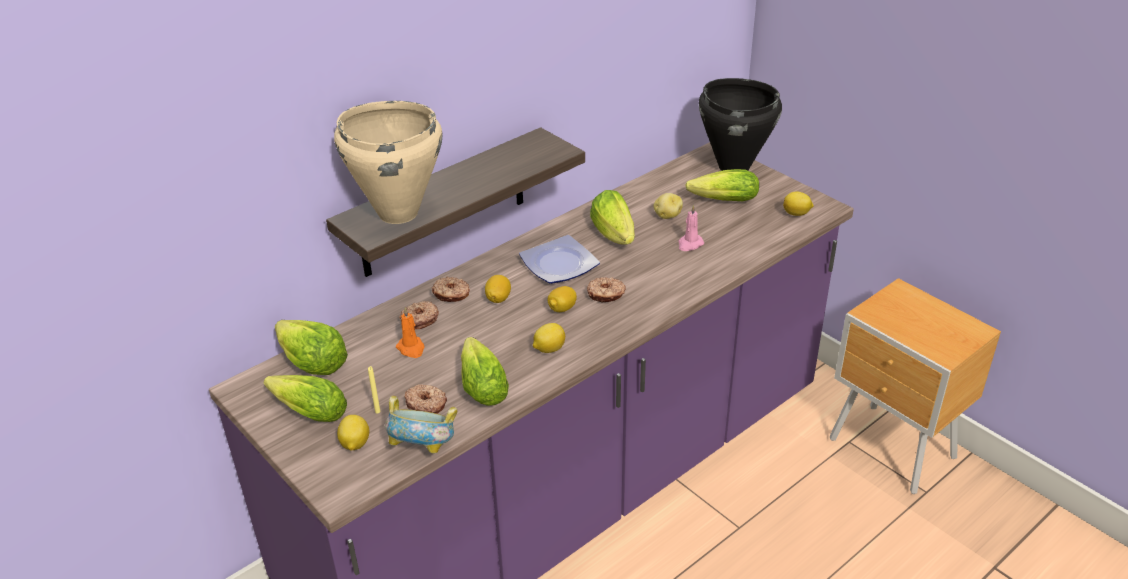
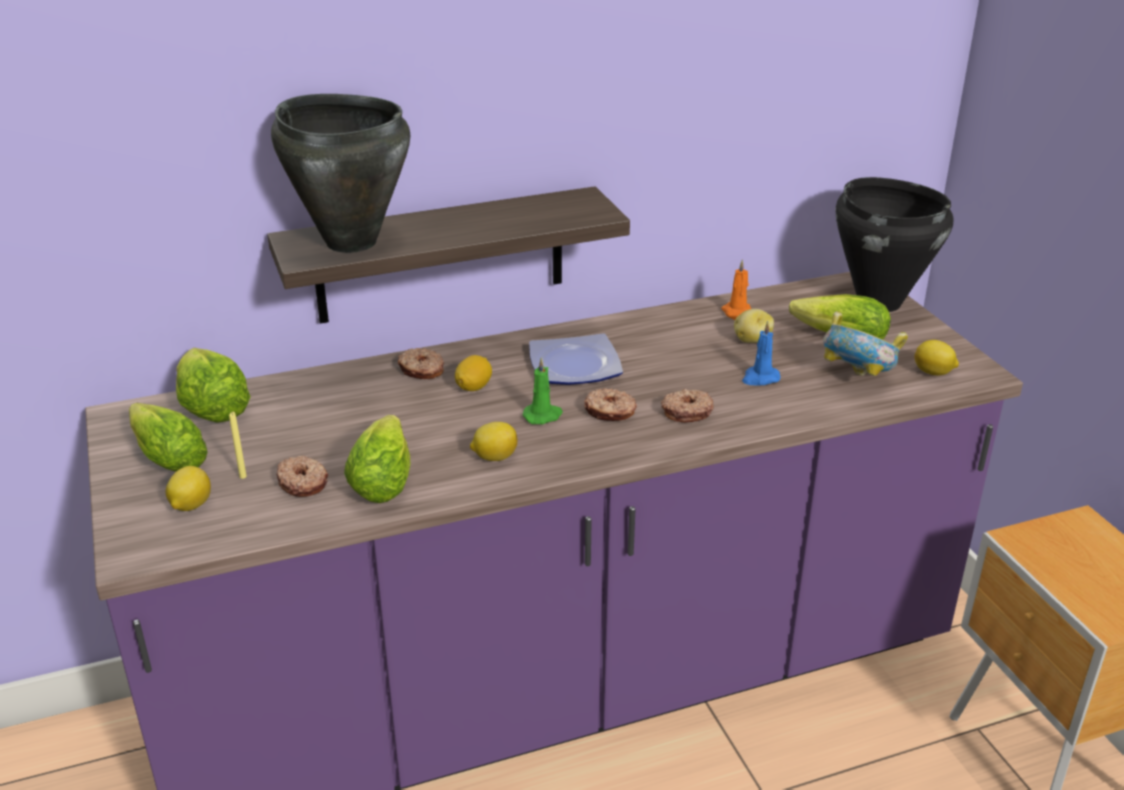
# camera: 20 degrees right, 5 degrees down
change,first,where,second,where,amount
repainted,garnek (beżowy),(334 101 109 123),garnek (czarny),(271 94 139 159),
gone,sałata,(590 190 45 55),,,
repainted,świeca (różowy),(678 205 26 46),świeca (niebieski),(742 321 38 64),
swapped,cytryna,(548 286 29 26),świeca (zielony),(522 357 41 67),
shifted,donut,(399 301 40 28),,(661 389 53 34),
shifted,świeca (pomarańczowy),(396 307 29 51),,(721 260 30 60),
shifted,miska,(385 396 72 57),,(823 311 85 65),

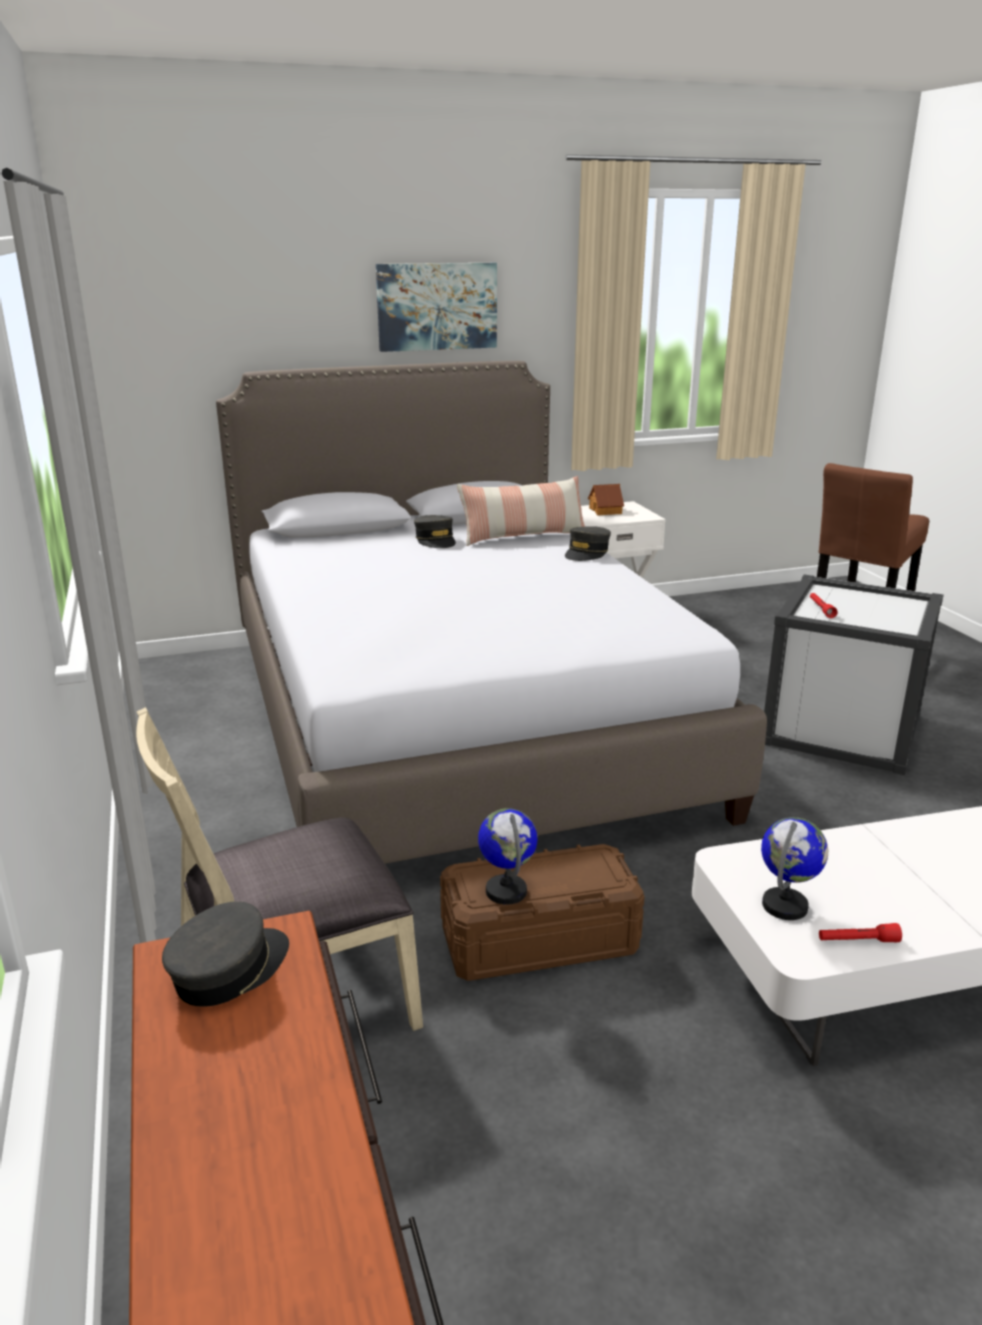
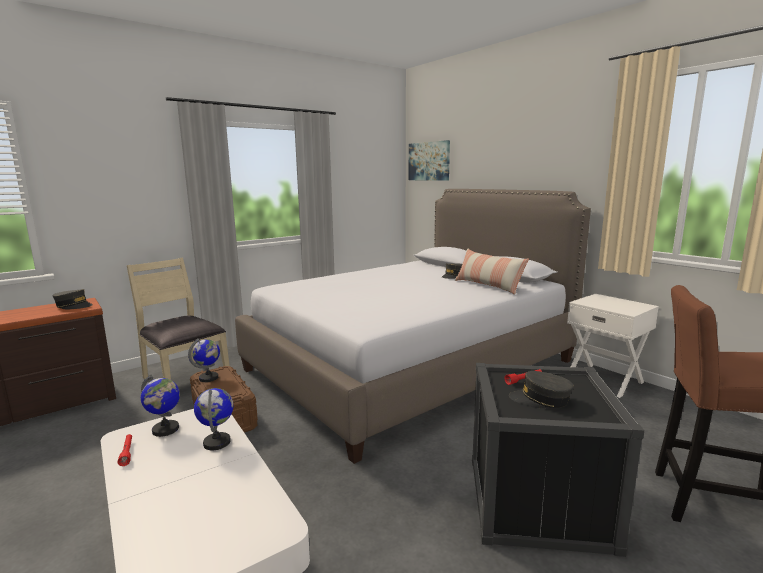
# camera: 70 degrees right, 10 degrees down
change,first,where,second,where,amount
shifted,obraz,(376 263 121 89),,(409 140 41 40),
gone,domek,(588 484 36 31),,,
shifted,czapka z daszkiem (szary),(565 526 46 35),,(509 371 65 37),
repainted,pojemnik do przechowywania (biały),(764 575 180 200),pojemnik do przechowywania (czarny),(472 363 172 194),
new,,,globus,(194 388 39 62),

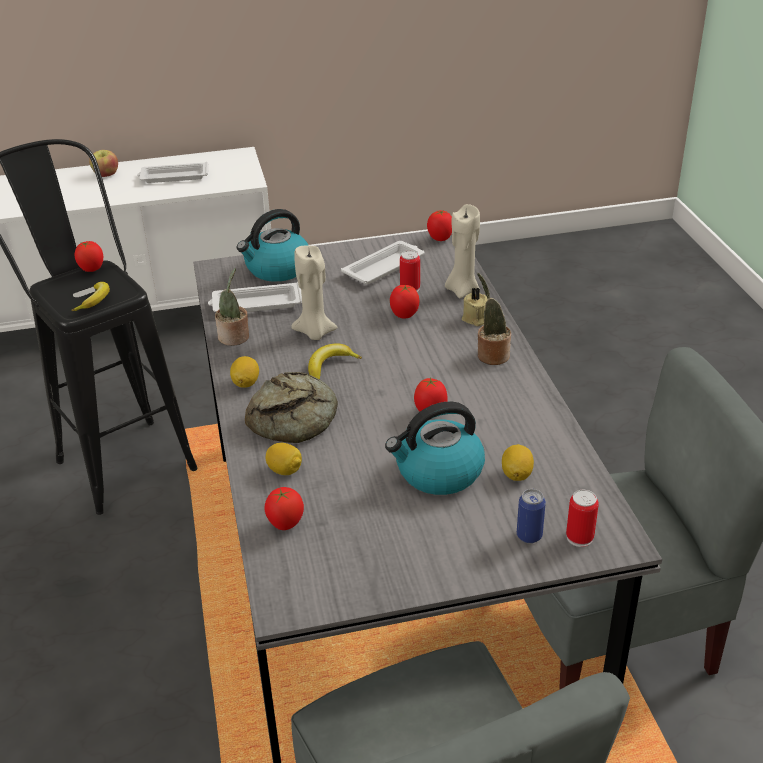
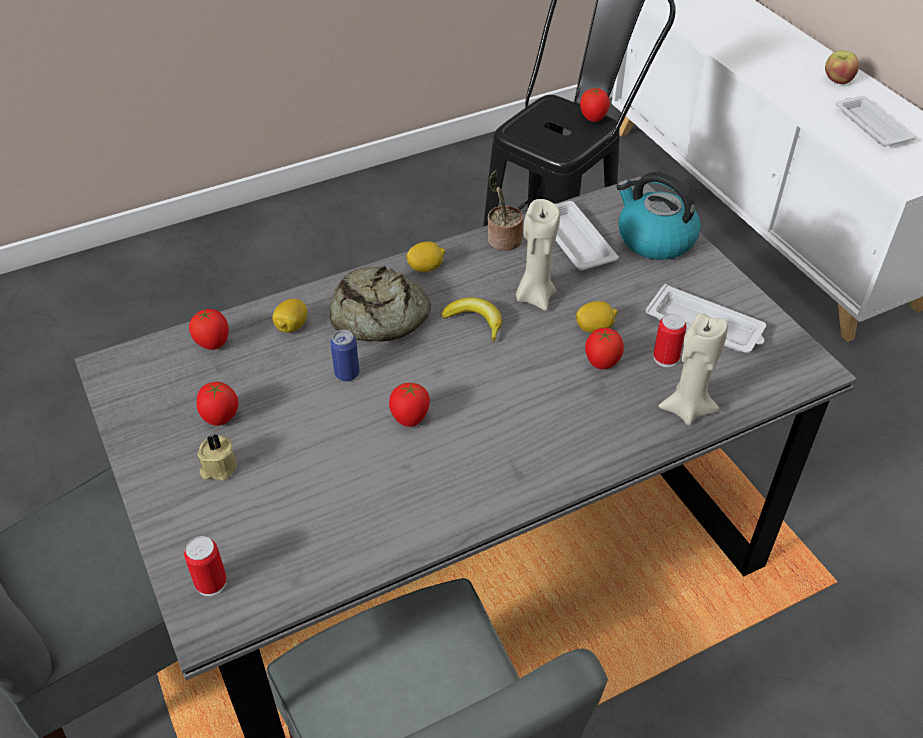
# camera: 75 degrees right, 10 degrees up
change,first,where,second,where,amount
shifted,pomidor,(427 210 25 31),,(197 382 41 44),
gone,roślina doniczkowa,(477 273 34 92),,,
gone,banan,(71 282 39 29),,,
shifted,świeca (beżowy),(462 287 26 39),,(197 434 40 47),
gone,czajnik,(385 402 100 93),,,
shifted,cytryna,(502 444 32 37),,(575 301 43 32),
shifted,puszka,(517 489 29 54),,(330 330 29 51),

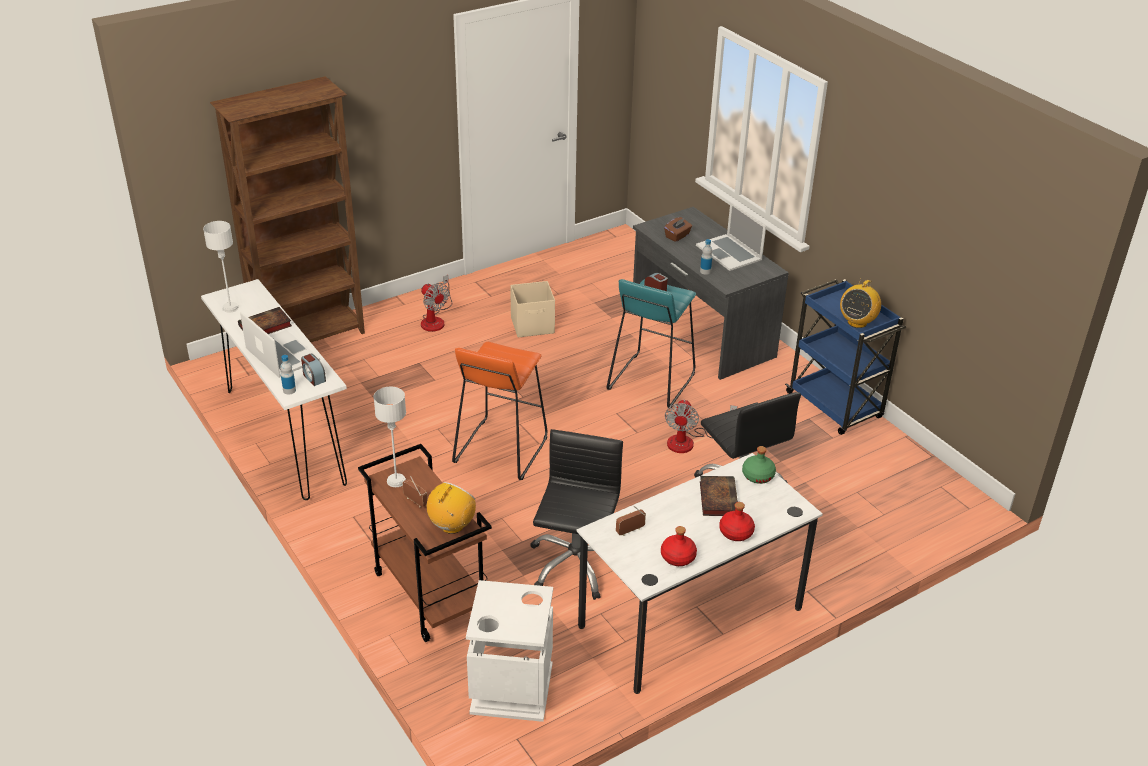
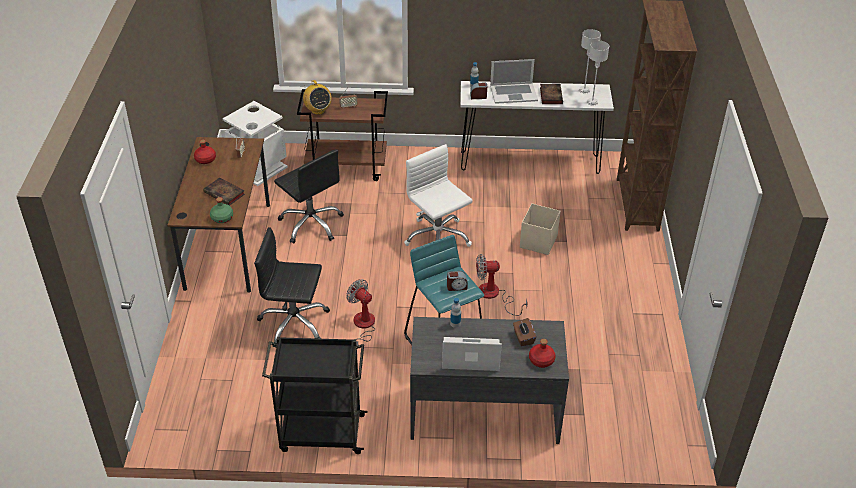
# camera: 125 degrees right, 5 degrees up
change,first,where,second,where,amount
shifted,wentylator,(421 275 31 57),,(476 254 52 62),
repainted,wózek (niebieski),(785 279 121 156),wózek (czarny),(262 337 106 117),
gone,radio,(840 279 41 49),,,
shifted,pojemnik do przechowywania (beżowy),(510 281 45 56),,(520 203 41 52),
swapped,stołek (pomarańczowy),(452 342 95 138),krzesło biurowe (biały),(404 144 69 103),
shifted,lampa stołowa (szary),(374 387 32 100),,(587 41 22 65),
repainted,biurko (biały),(577 453 246 241),biurko (brązowy),(167 137 103 156),
shifted,butelka (czerwony),(719 502 36 39),,(529 339 27 29),

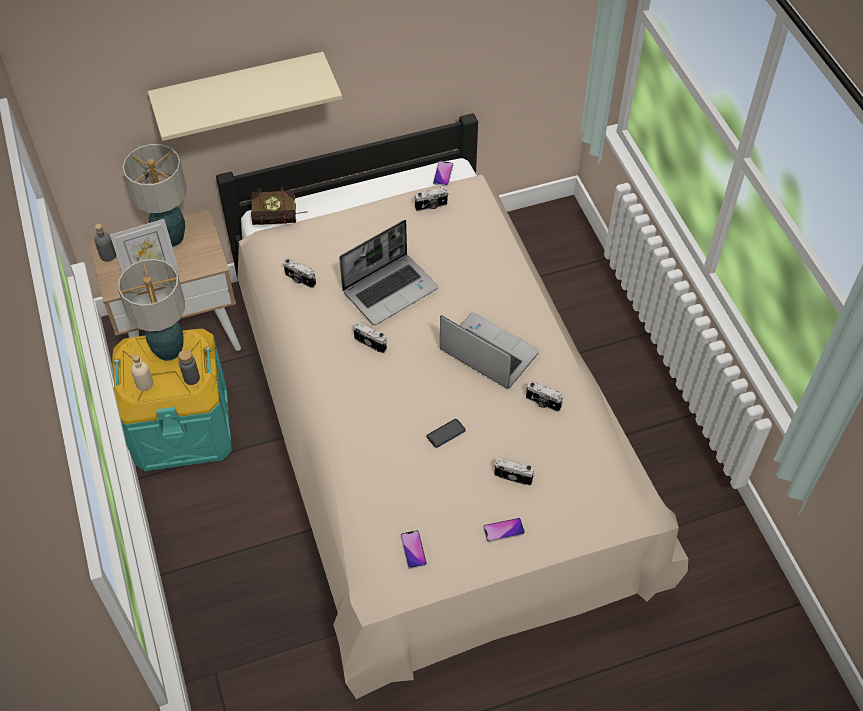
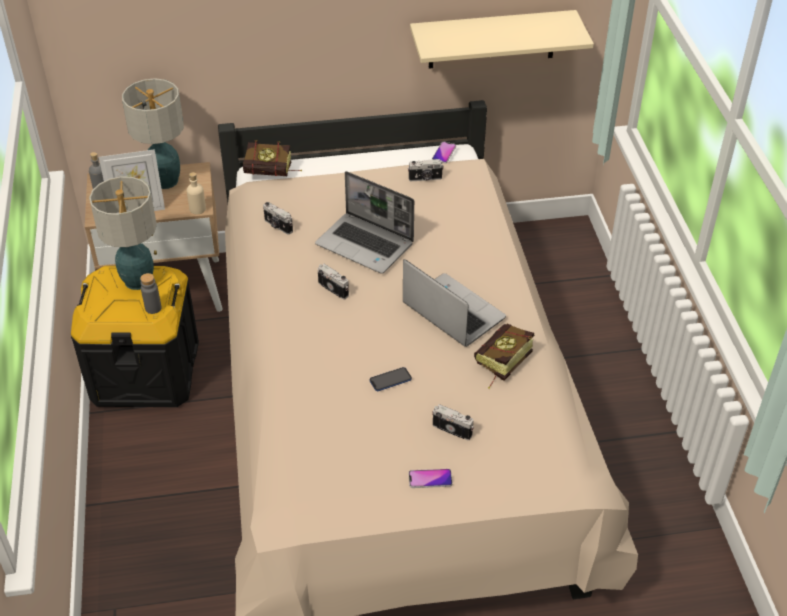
# camera: 10 degrees right, 10 degrees down
change,first,where,second,where,amount
shifted,półka (beżowy),(148 52 194 89),,(410 10 184 59),
rotated,laptop,(339 220 99 105),,(315 171 99 103),60 degrees clockwise
repainted,pojemnik do przechowywania (turkusowy),(112 328 120 143),pojemnik do przechowywania (czarny),(71 266 128 141),
shifted,butelka (beżowy),(131 354 22 37),,(187 172 19 42),
swapped,aparat fotograficzny,(526 381 37 31),książka,(474 324 60 65),
gone,telefon,(401 530 26 39),,,

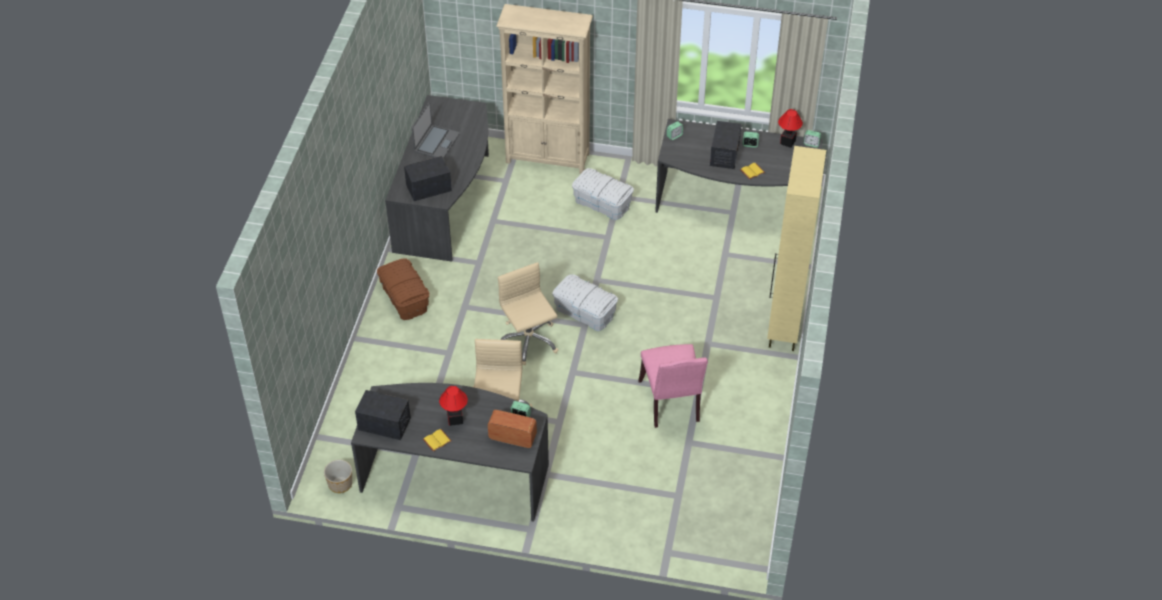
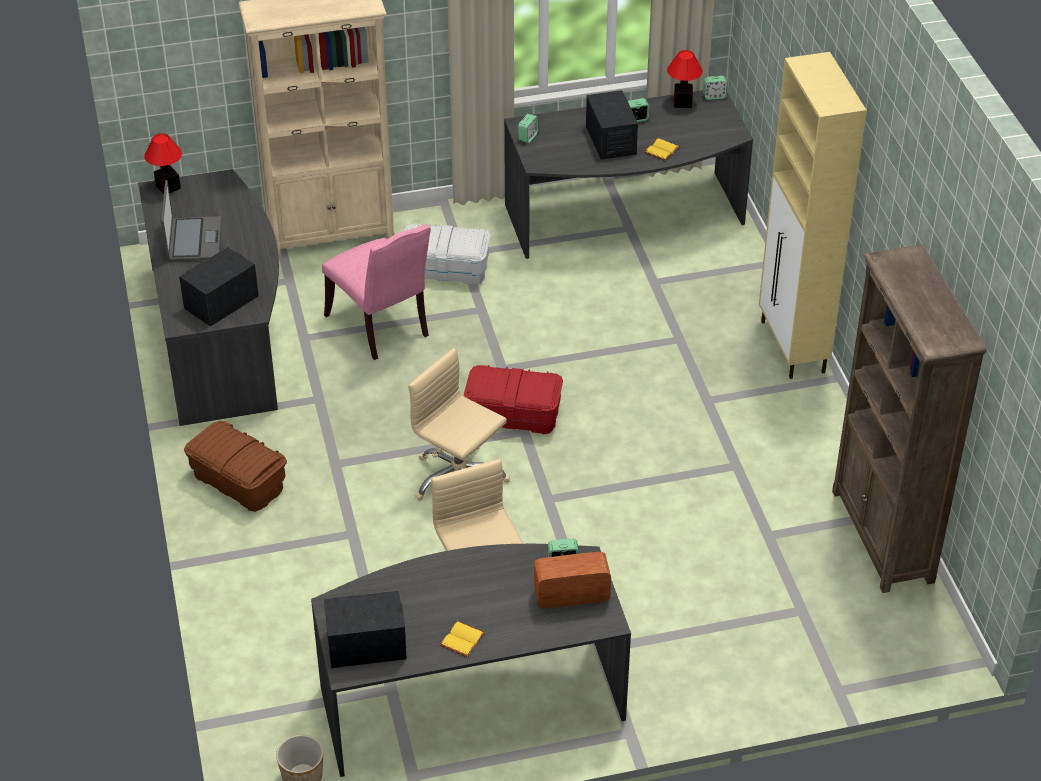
# camera: 25 degrees left, 5 degrees down
change,first,where,second,where,amount
repainted,pojemnik do przechowywania (biały),(552 274 66 57),pojemnik do przechowywania (czerwony),(464 365 99 69),
shifted,krzesło (różowy),(638 344 70 84),,(322 224 109 136),
shifted,lampa stołowa,(439 386 29 40),,(144 133 38 61),
new,,,regał (brązowy),(832 244 155 349),

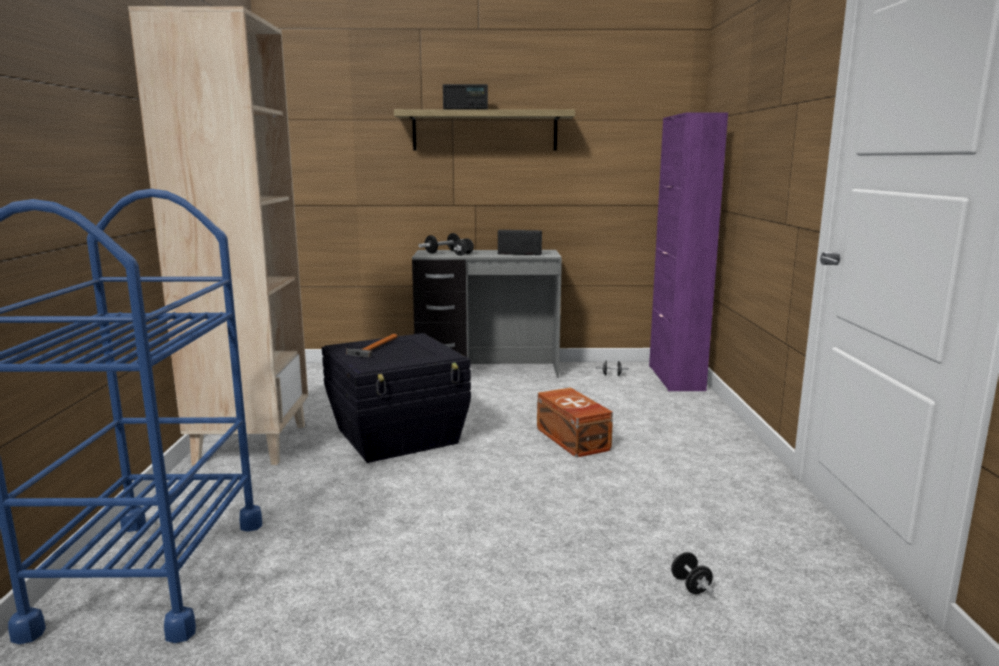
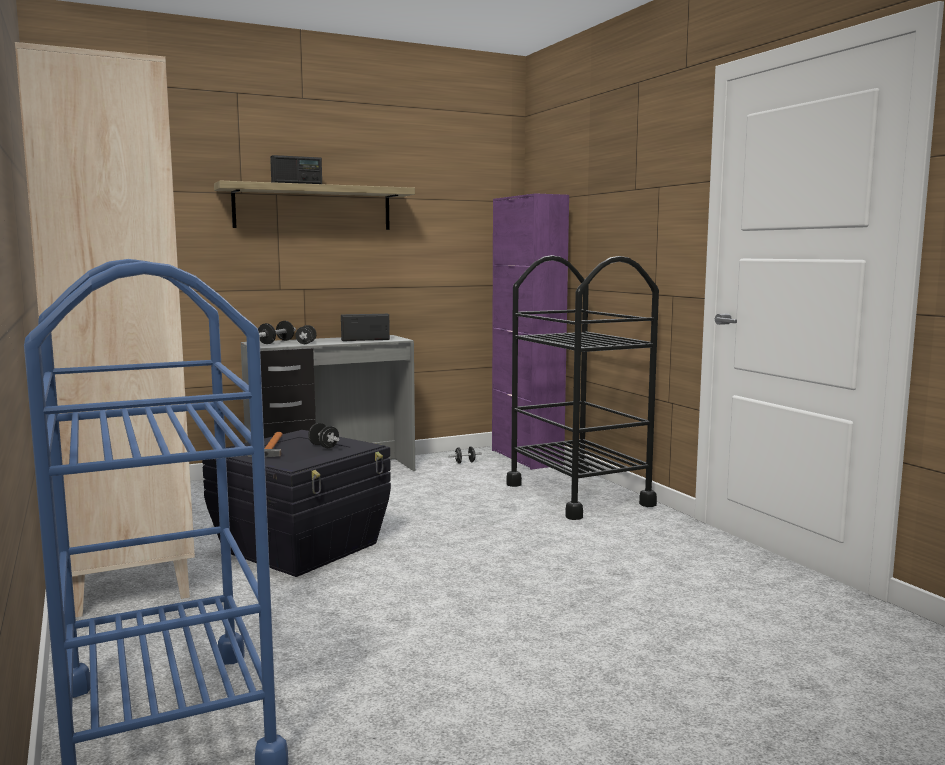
# camera: 25 degrees left, 5 degrees down
change,first,where,second,where,amount
gone,pojemnik do przechowywania (brązowy),(537 388 76 70),,,
shifted,hantel (czarny),(671 552 43 42),,(308 423 31 25),
new,,,wózek (czarny),(506 255 153 265),

